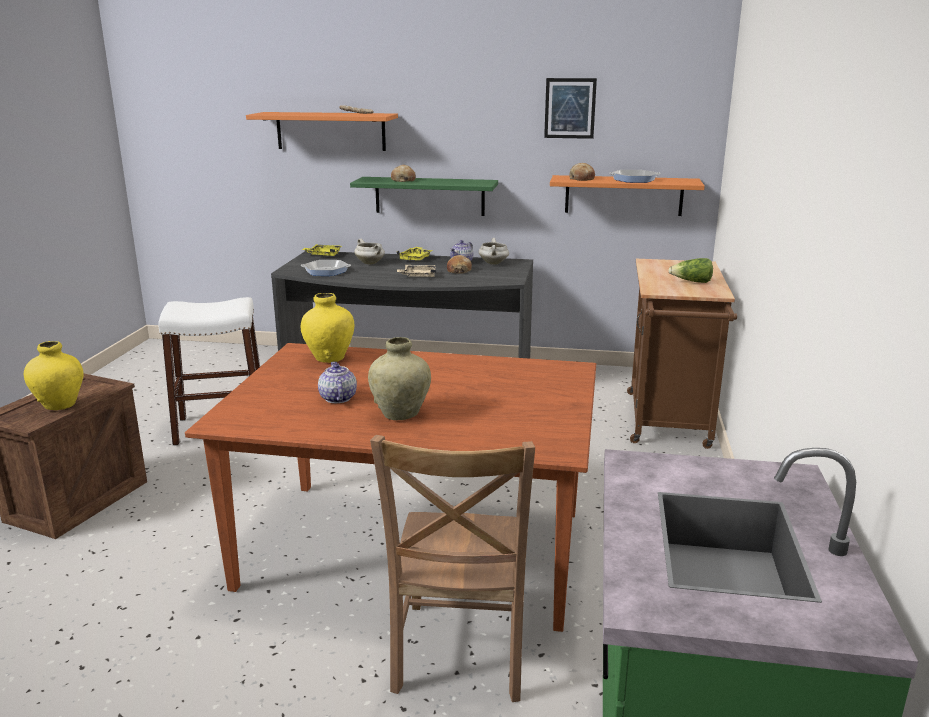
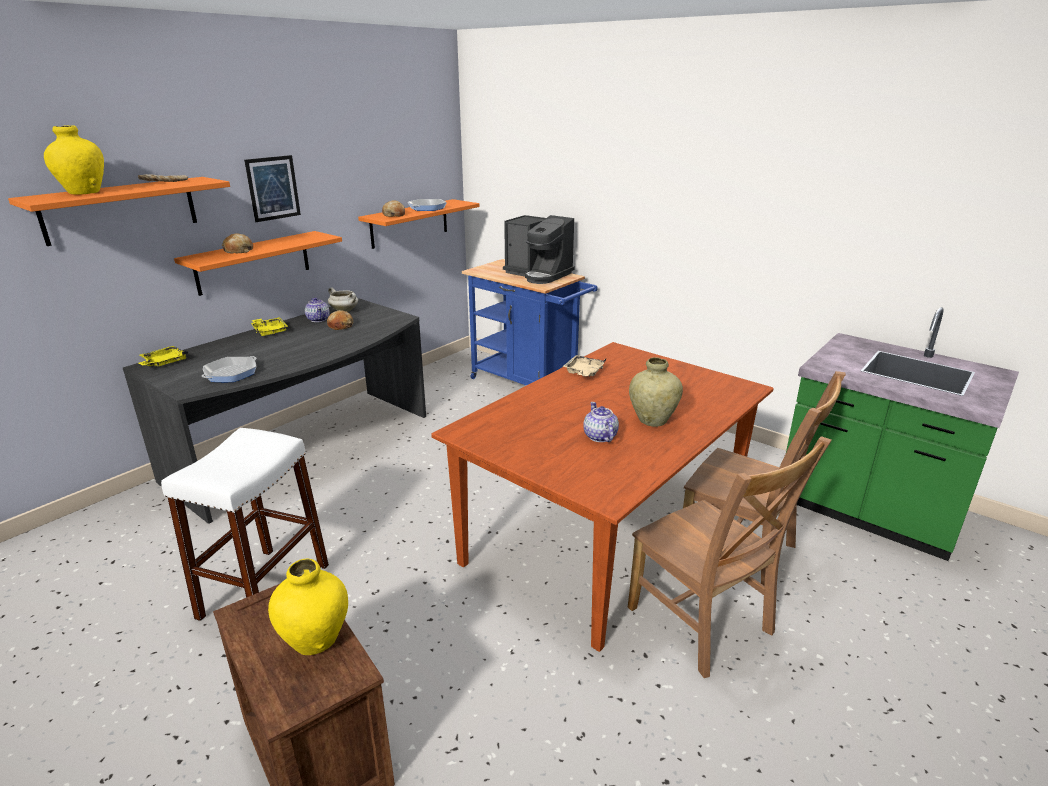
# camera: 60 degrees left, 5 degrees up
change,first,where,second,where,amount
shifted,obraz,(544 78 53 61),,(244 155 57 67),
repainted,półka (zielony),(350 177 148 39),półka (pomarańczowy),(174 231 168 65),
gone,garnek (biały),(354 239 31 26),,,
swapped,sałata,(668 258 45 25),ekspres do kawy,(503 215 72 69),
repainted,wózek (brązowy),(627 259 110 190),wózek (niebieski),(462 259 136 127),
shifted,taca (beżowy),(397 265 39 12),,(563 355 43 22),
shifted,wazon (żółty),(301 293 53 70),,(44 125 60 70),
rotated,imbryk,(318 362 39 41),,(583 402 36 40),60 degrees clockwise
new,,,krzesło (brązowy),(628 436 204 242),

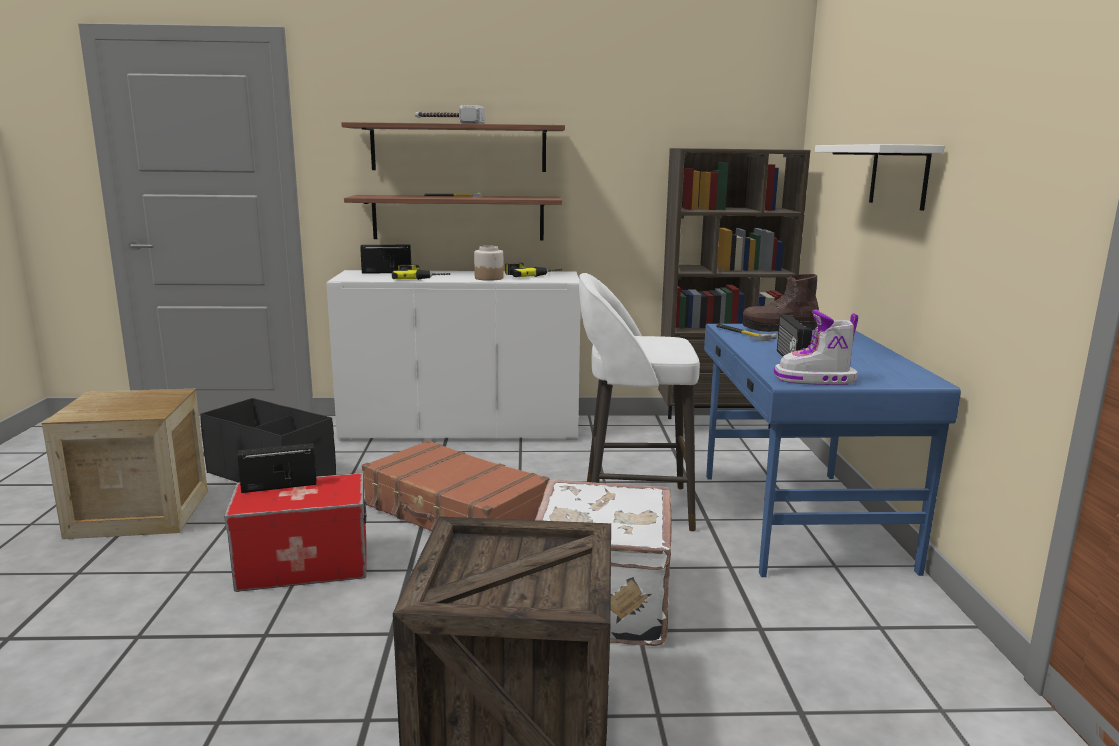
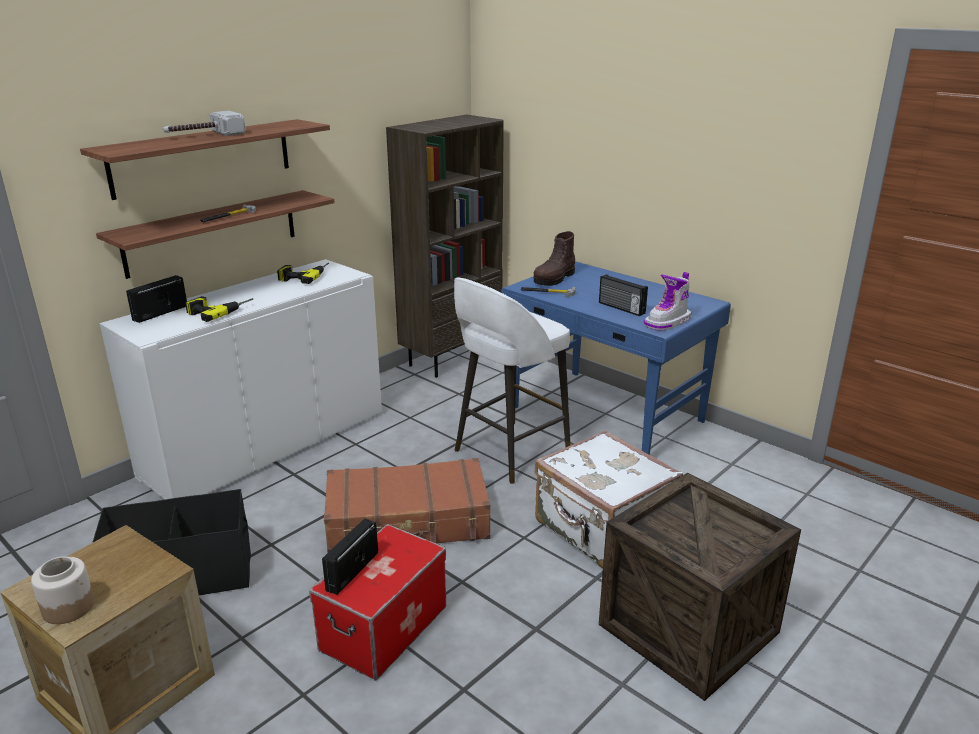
# camera: 45 degrees left, 10 degrees up
change,first,where,second,where,amount
gone,półka (biały),(815 144 130 67),,,
shifted,słoik,(474 246 30 35),,(31 556 63 68),

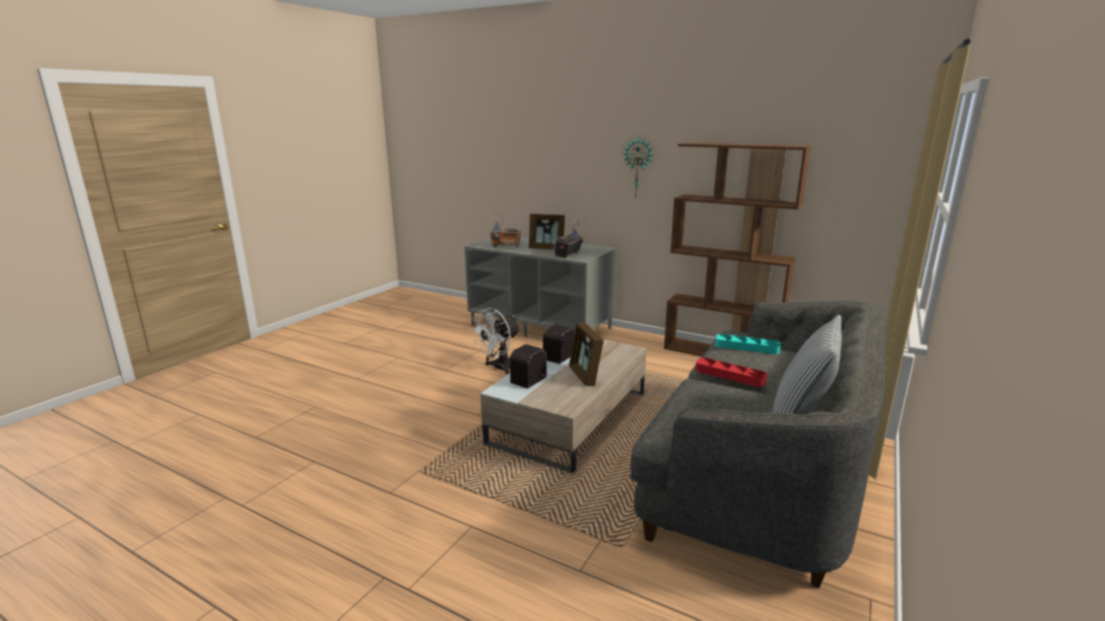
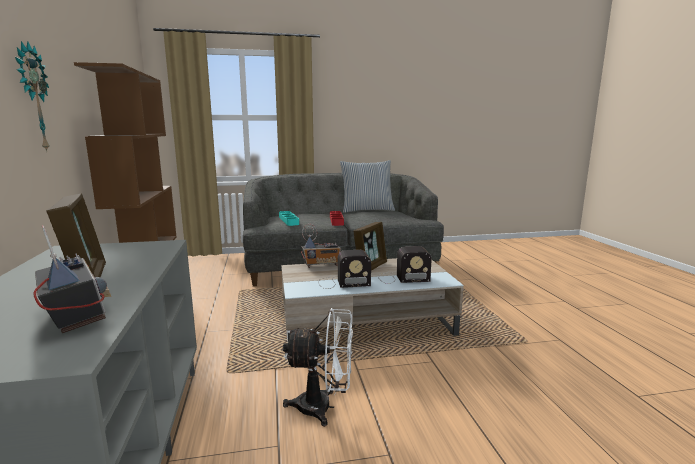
# camera: 130 degrees left, 5 degrees down
change,first,where,second,where,amount
shifted,radio,(553 218 30 40),,(301 224 40 44),

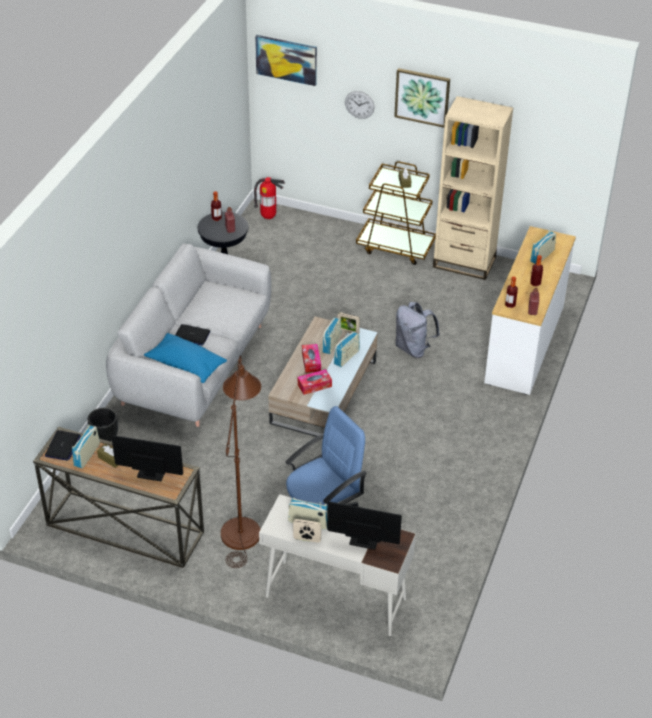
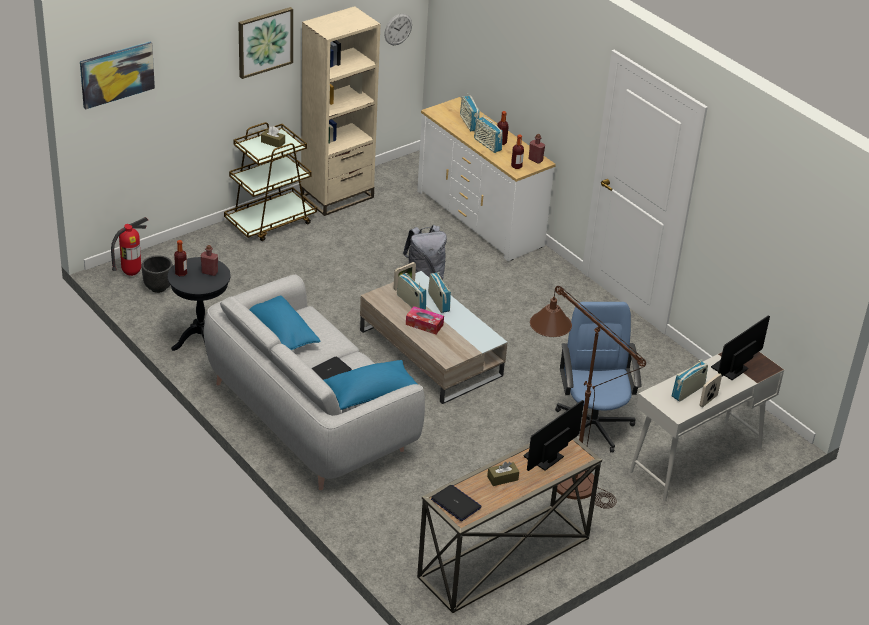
# camera: 60 degrees left, 5 degrees down
change,first,where,second,where,amount
shifted,zegar ścienny,(345 91 30 28),,(384 13 28 32),
gone,pudełko chusteczek,(298 369 34 26),,,
shifted,donica (czarny),(88 408 30 33),,(141 255 32 38),
shifted,radio,(72 425 28 43),,(474 115 29 38),
new,,,poduszka (niebieski),(249 296 72 54),

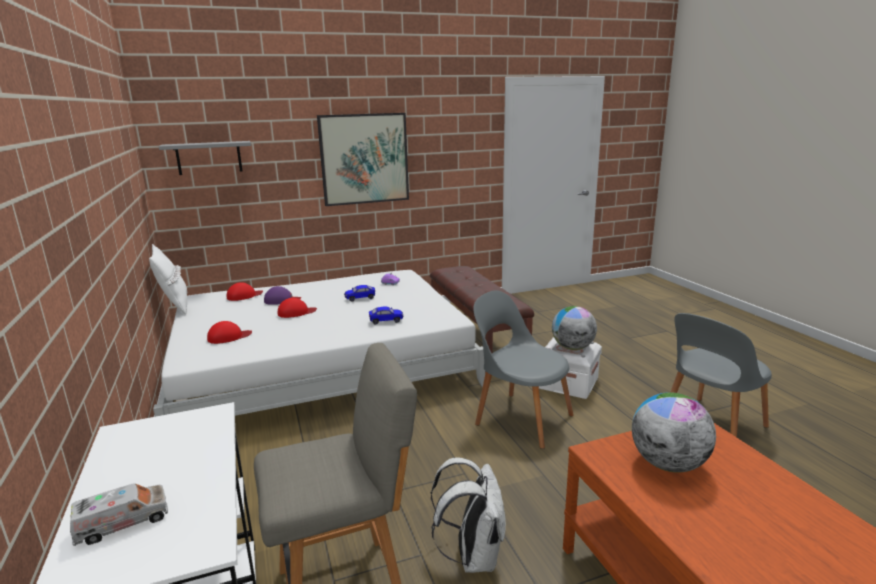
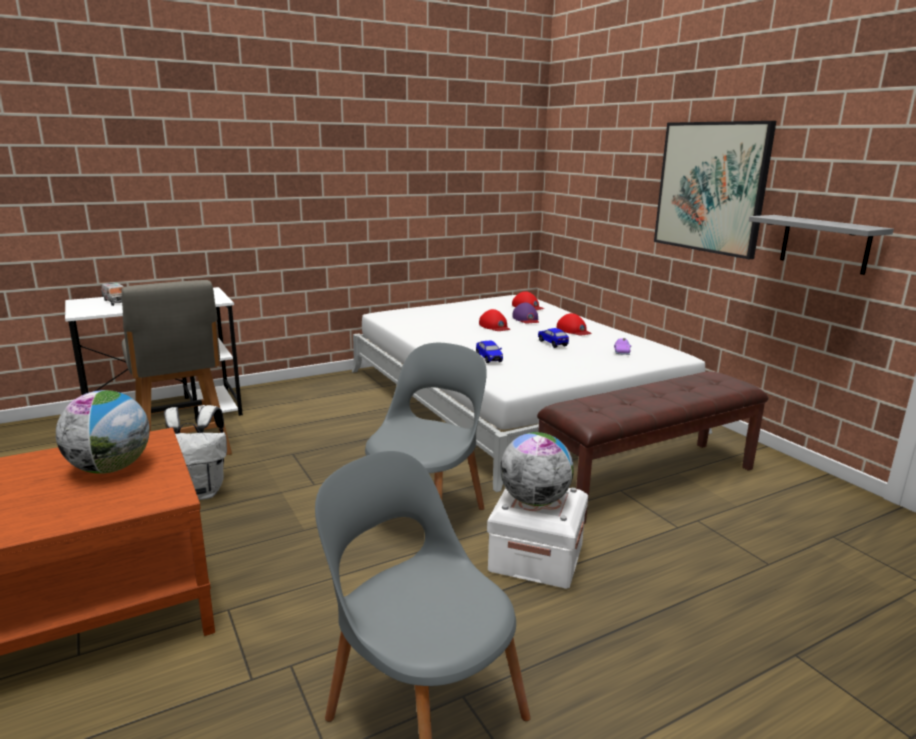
# camera: 80 degrees right, 0 degrees up
change,first,where,second,where,amount
shifted,półka (szary),(159 141 92 34),,(749 215 145 60),
gone,poduszka (biały),(149 244 38 71),,,
shifted,czapka z daszkiem (czerwony),(207 321 45 23),,(557 313 35 22),

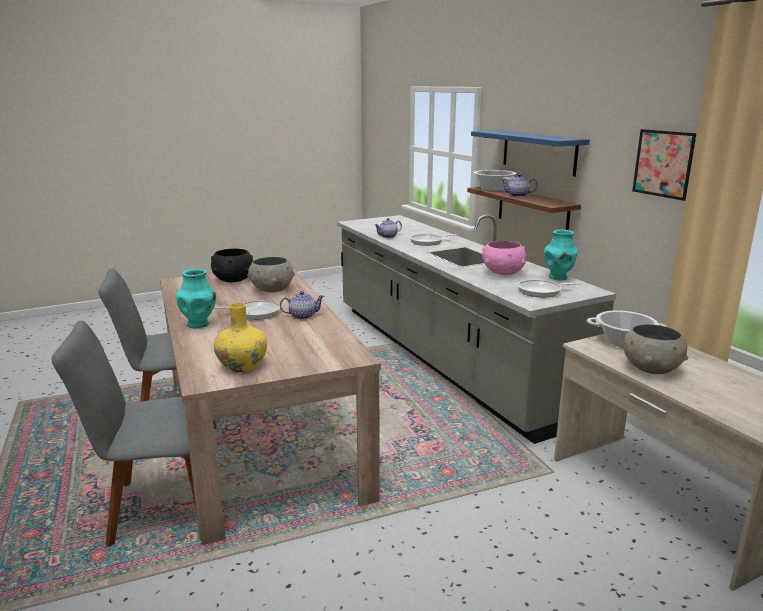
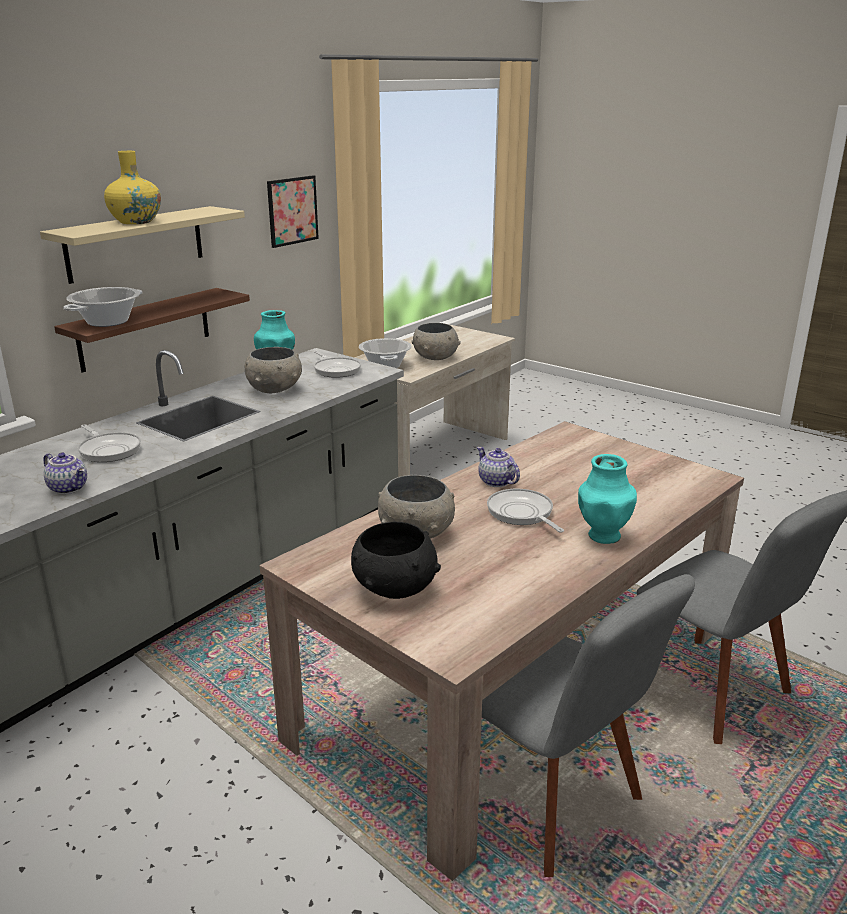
# camera: 115 degrees left, 5 degrees up
change,first,where,second,where,amount
repainted,półka (niebieski),(471 130 119 47),półka (beżowy),(40 206 205 78),
gone,imbryk,(501 174 36 23),,,
repainted,miska (różowy),(482 241 44 34),miska (szary),(245 347 57 46),
shifted,wazon (żółty),(214 303 53 69),,(104 151 57 73),

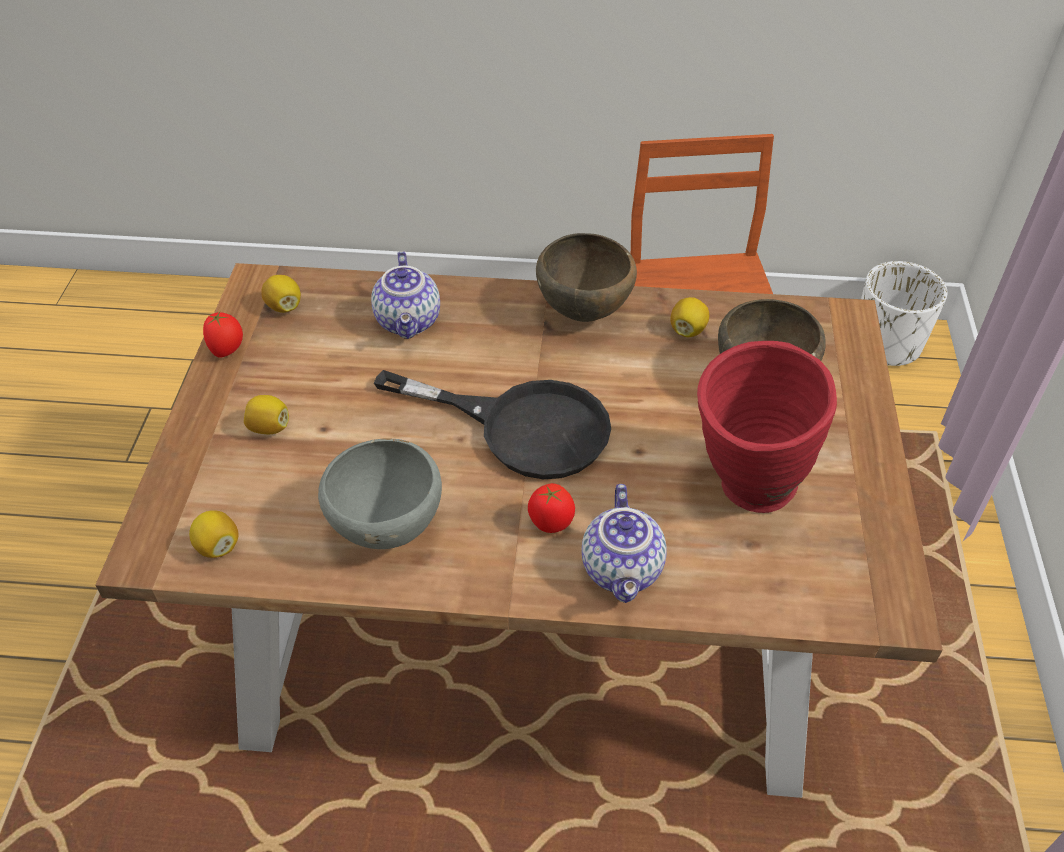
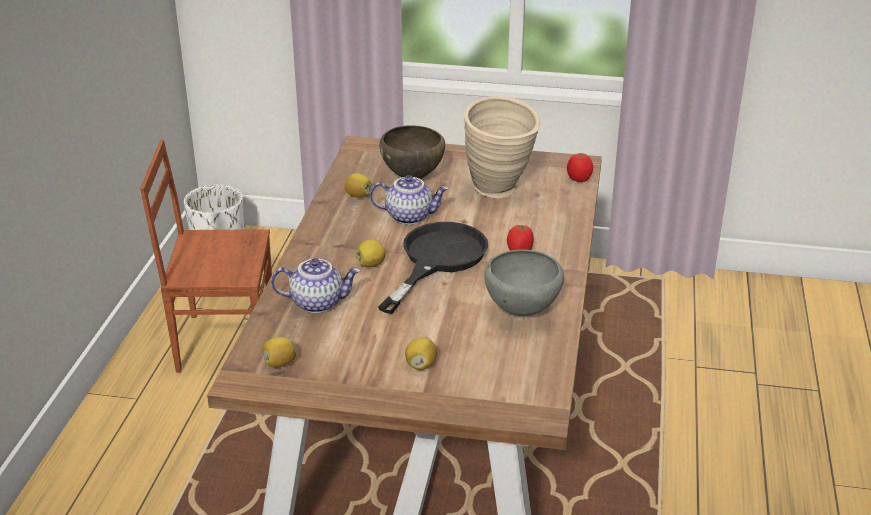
# camera: 85 degrees left, 15 degrees down
change,first,where,second,where,amount
gone,miska (brązowy),(536 233 101 89),,,
shifted,pomidor,(203 312 40 46),,(567 153 26 29),
repainted,wazon (czerwony),(697 341 140 172),wazon (beżowy),(464 96 76 102),
shifted,imbryk,(581 484 86 119),,(370 175 79 50),
shifted,cytryna,(189 510 50 48),,(356 239 29 28),

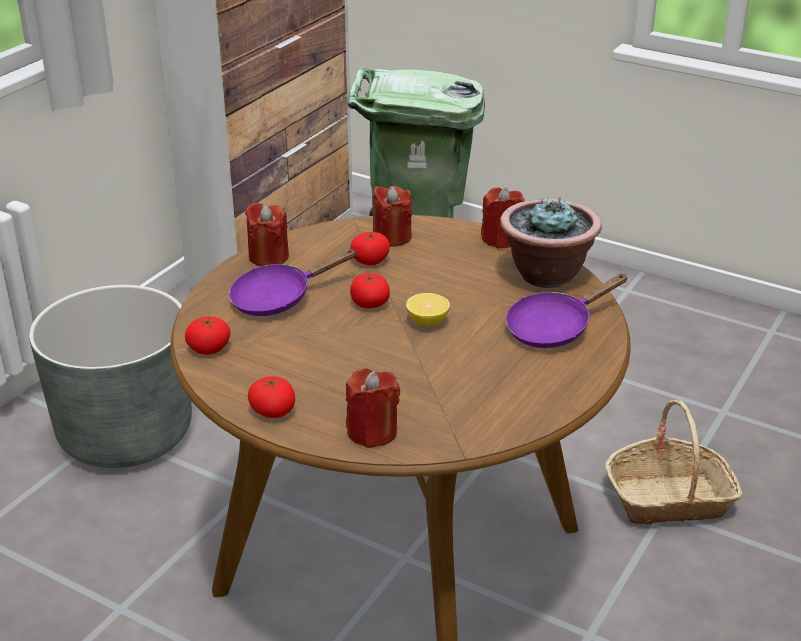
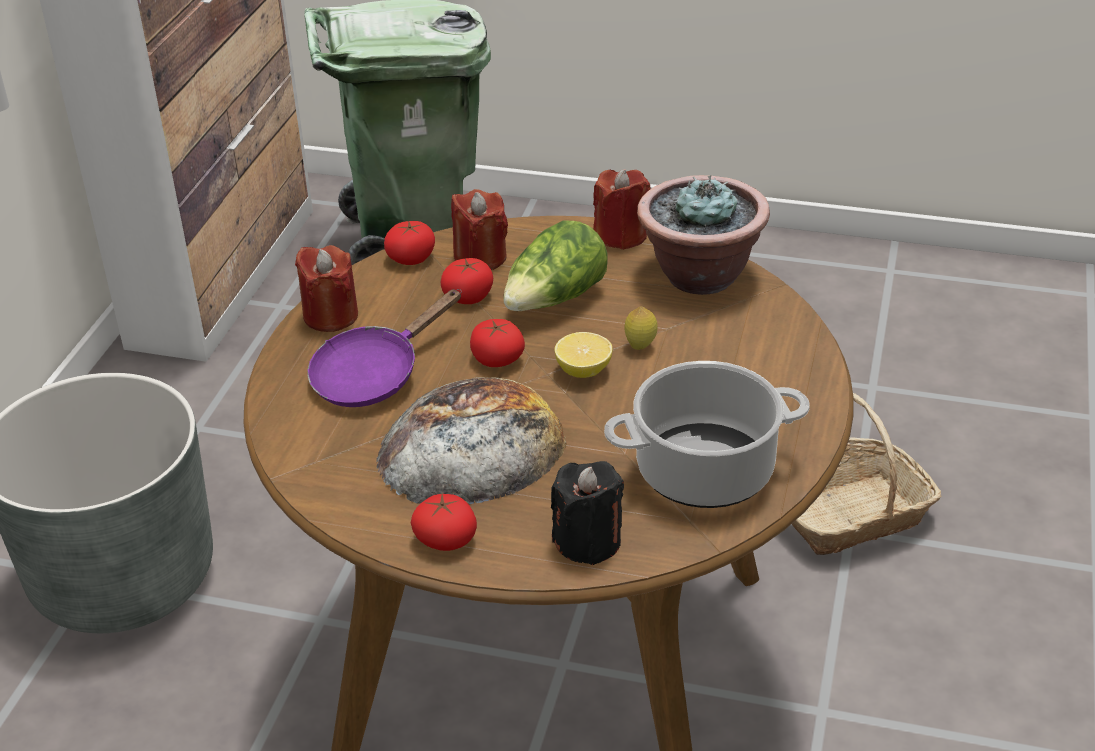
# camera: 15 degrees left, 5 degrees up
change,first,where,second,where,amount
gone,patelnia (fioletowy),(506 274 122 74),,,
shifted,pomidor,(185 317 45 38),,(384 221 51 44),
repainted,świeca (czerwony),(346 368 54 80),świeca (czarny),(551 461 73 104),
new,,,sałata,(503 221 105 90),
new,,,cytryna,(624 306 34 44),
new,,,garnek,(604 361 206 147),
new,,,chleb,(376 377 191 127),

